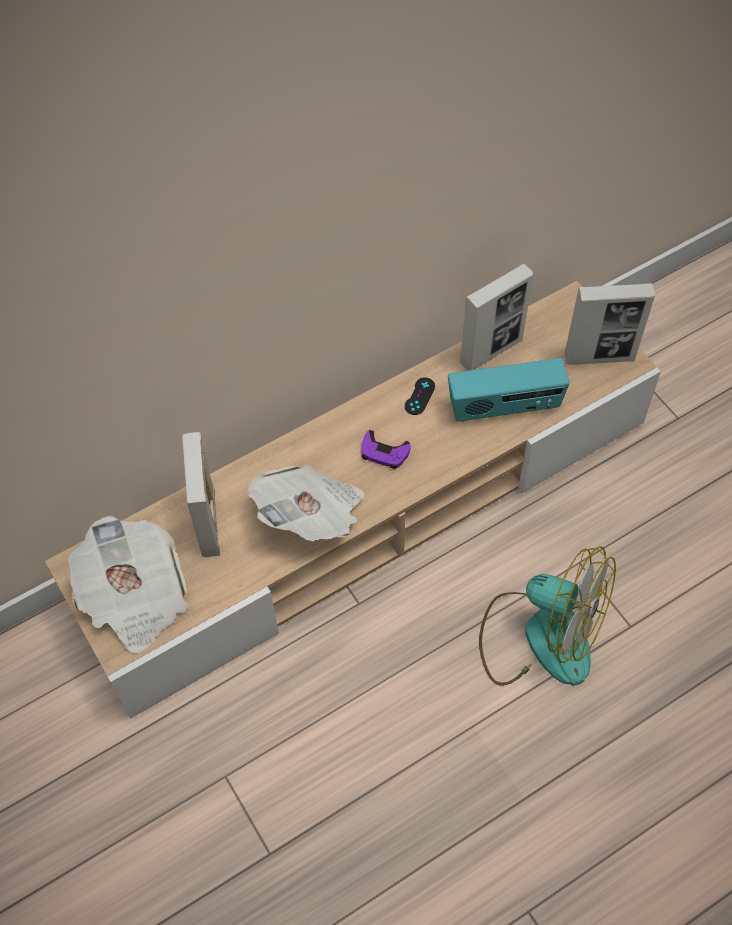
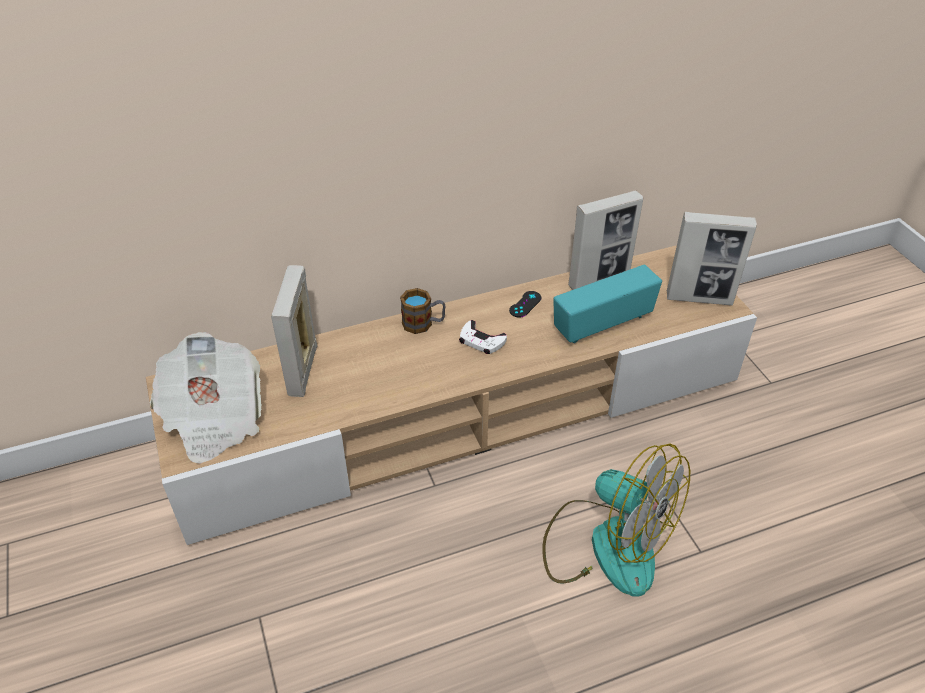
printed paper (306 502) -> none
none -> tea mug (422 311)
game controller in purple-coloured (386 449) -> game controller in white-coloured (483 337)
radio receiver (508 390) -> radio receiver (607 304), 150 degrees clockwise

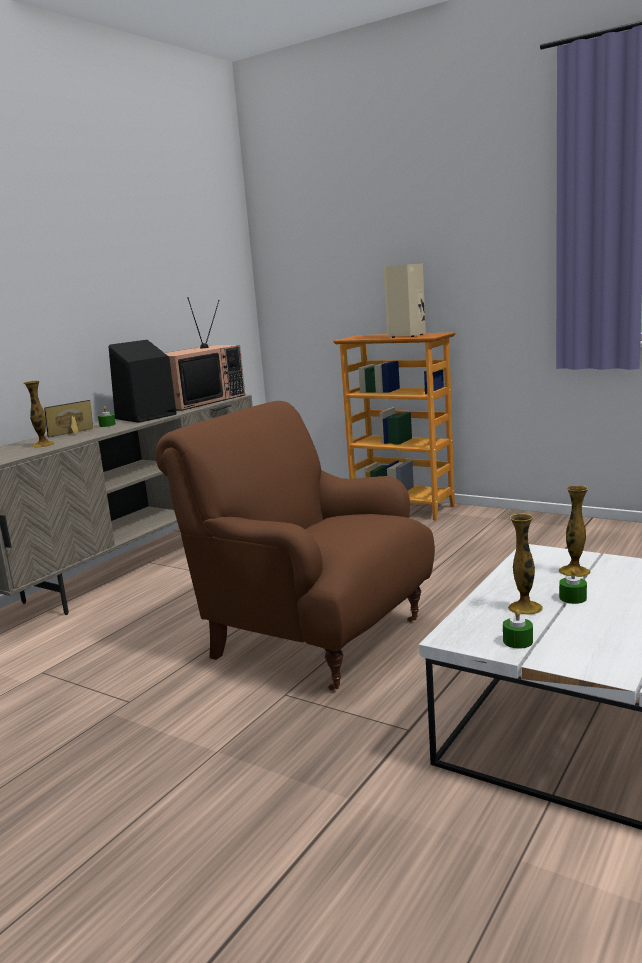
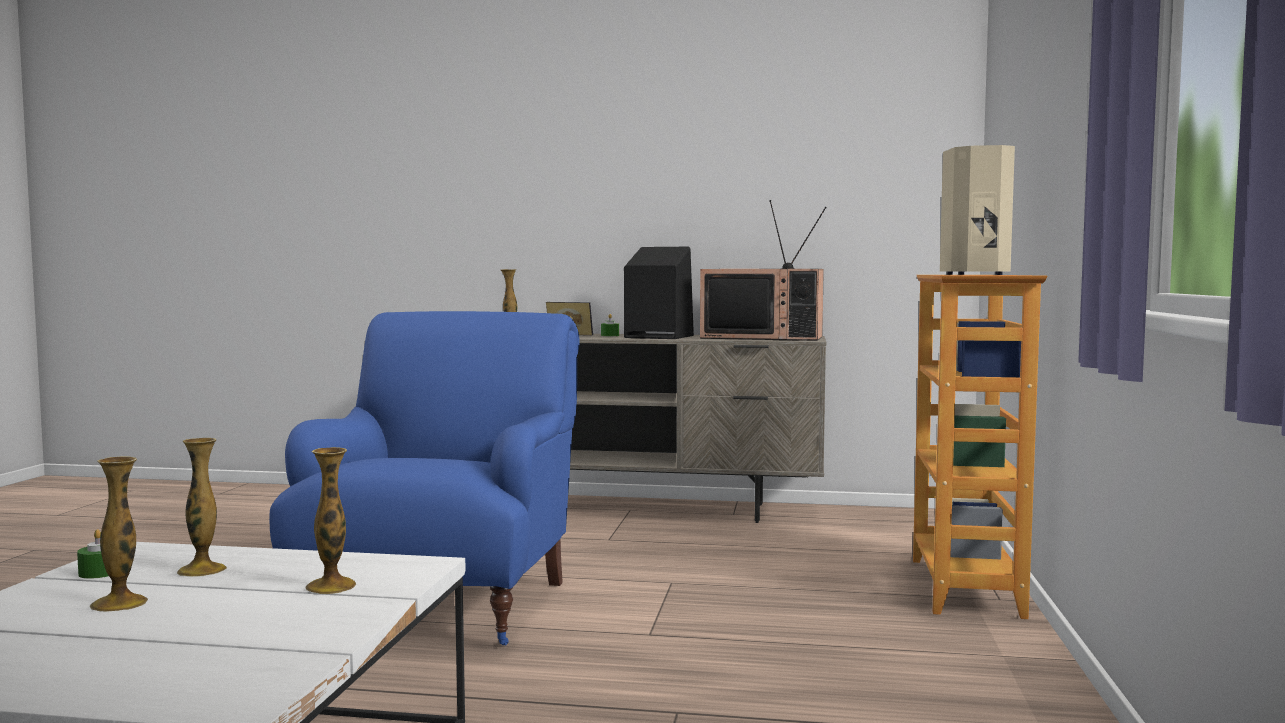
wax light in greenish (573 586) -> none
none -> decorative vase (119 534)
lounge chair in brownish (295 546) -> lounge chair in bluish (424 478)

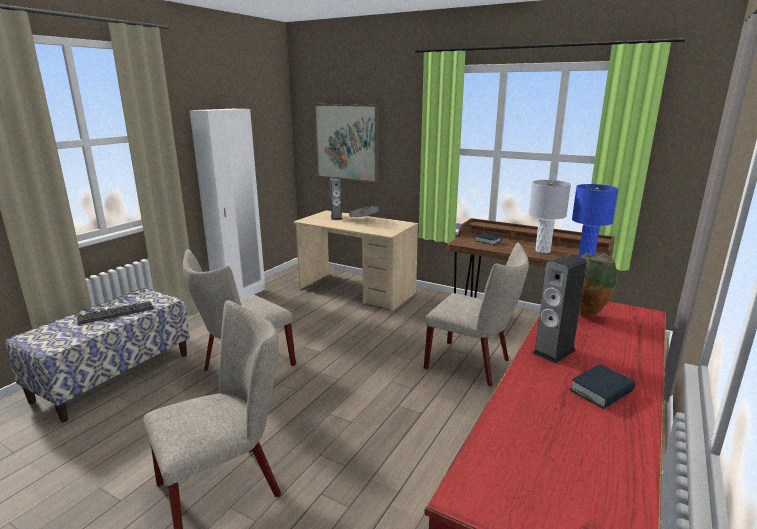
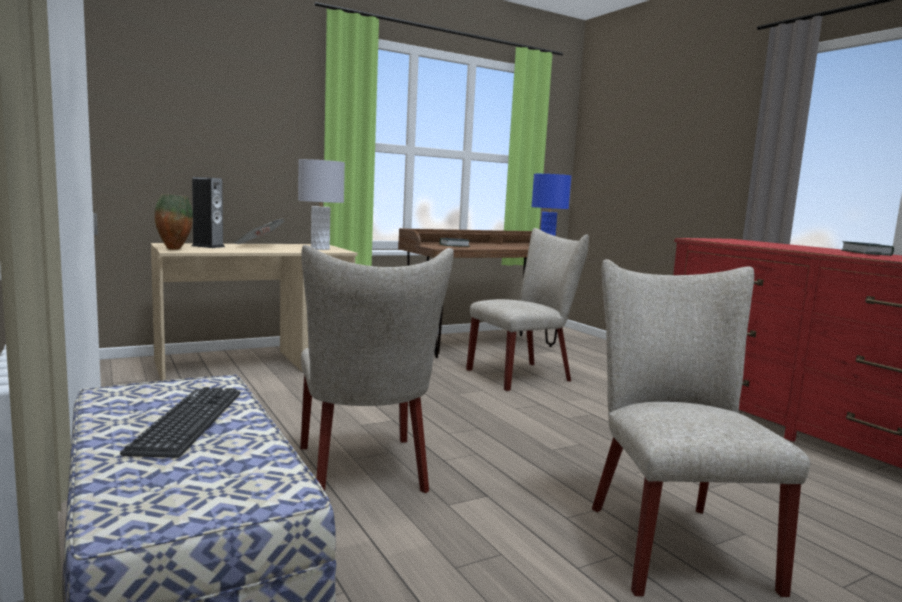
picture (346 143) -> none
loudspeaker (559 309) -> none
lamp for a table in gray (550 216) -> lamp for a table in gray (321 204), move
decorative vase (598 285) -> decorative vase (173 222), move

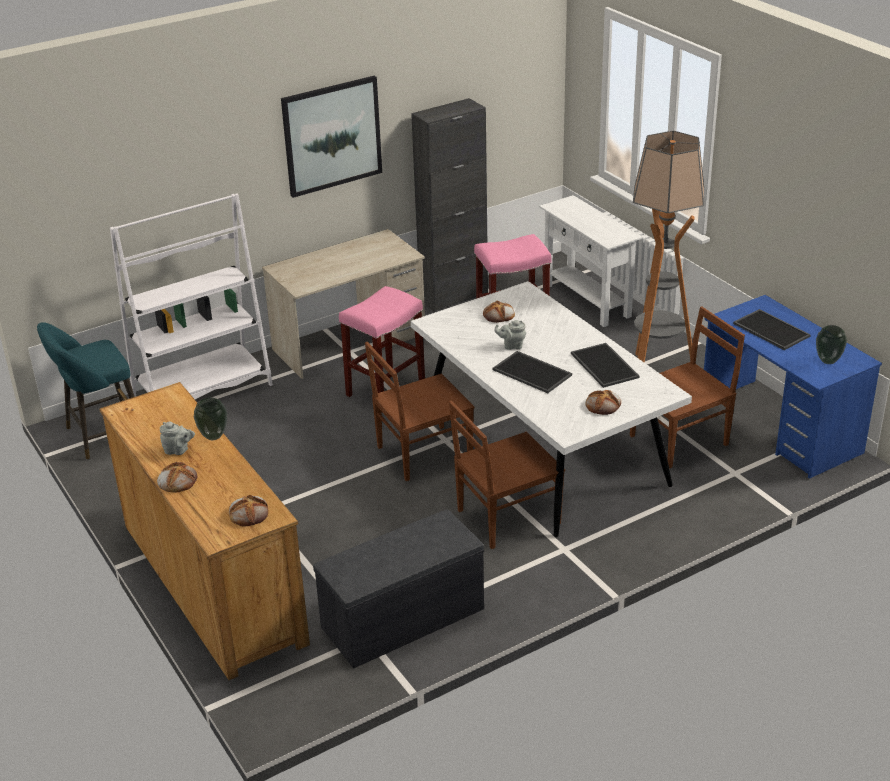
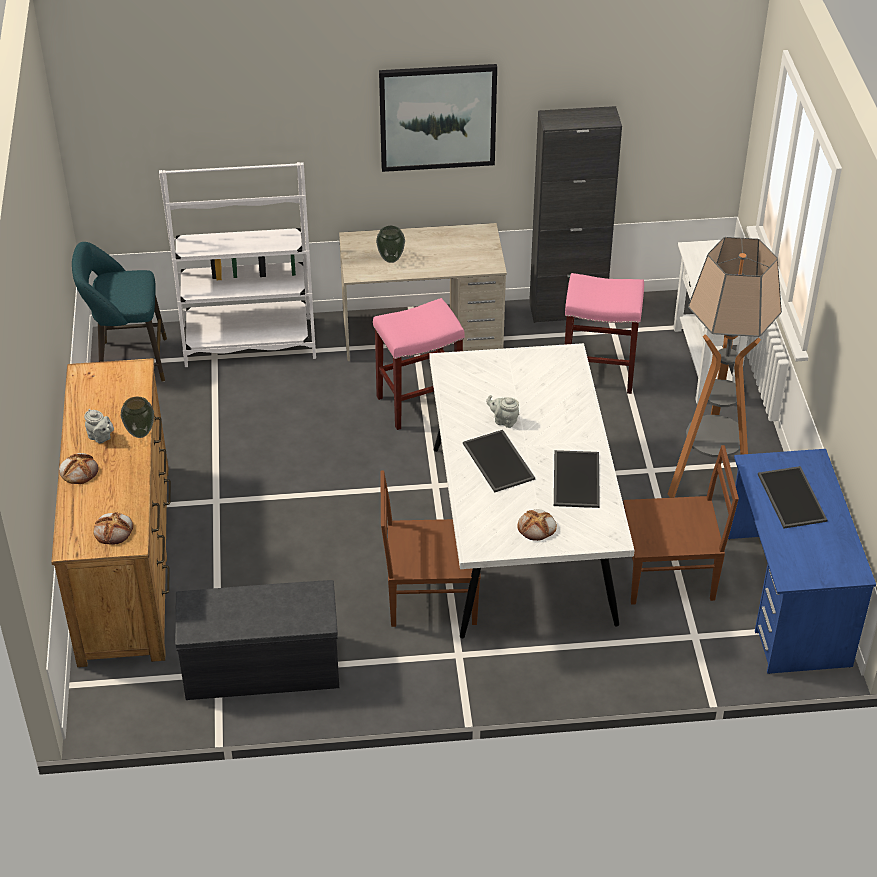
upright chair in brownish (419 411) -> none
bakery bread (499 312) -> none
decorative vase (831 344) -> decorative vase (390 244), move

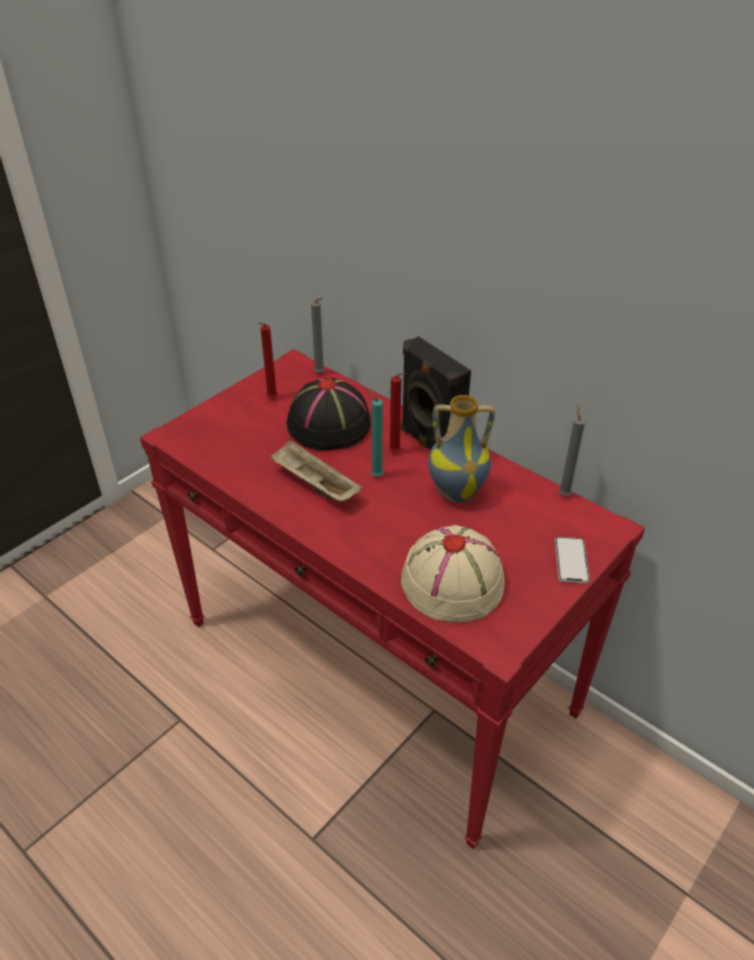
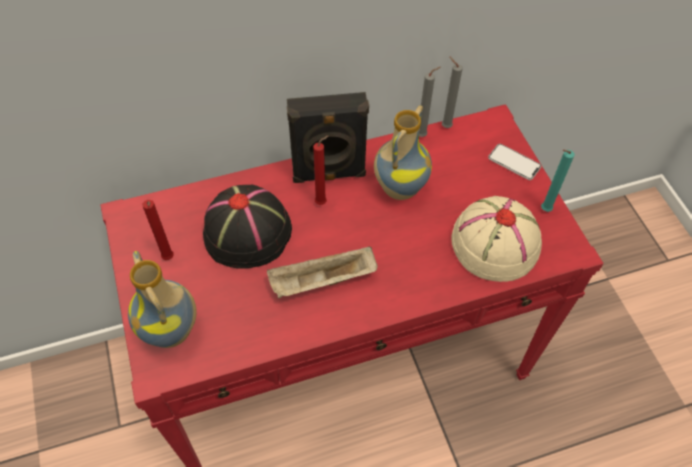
none -> decorative vase (162 299)
wax light in gray (318 335) -> wax light in gray (429 102), move
wax light in blue-green (376 432) -> wax light in blue-green (558 181), move

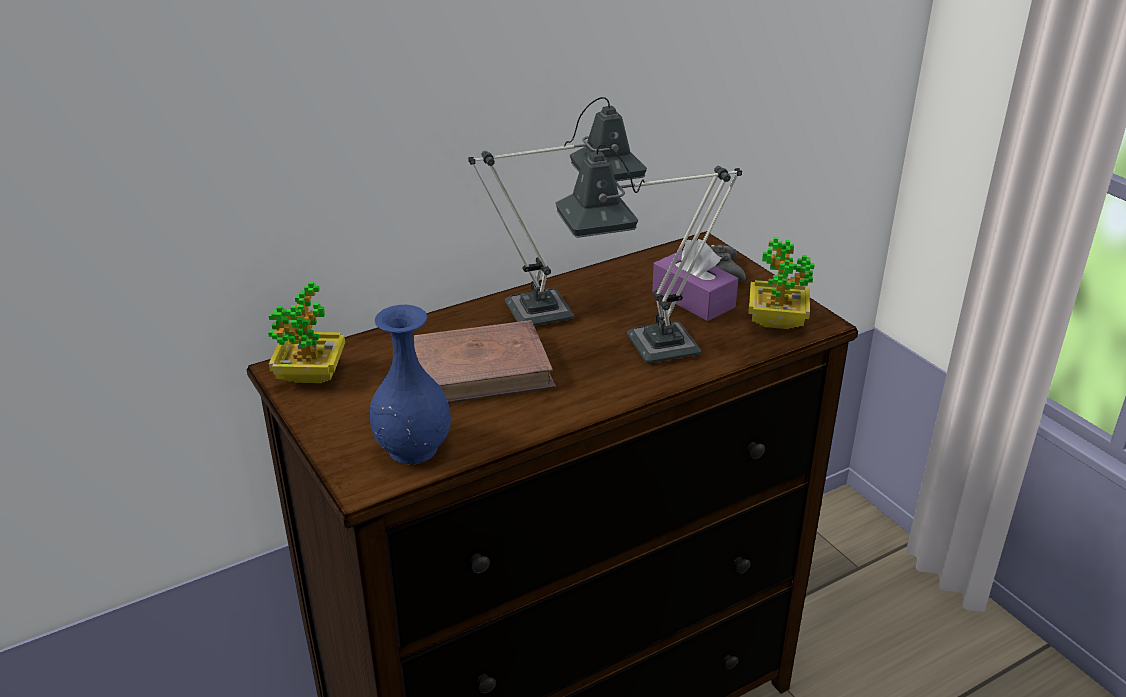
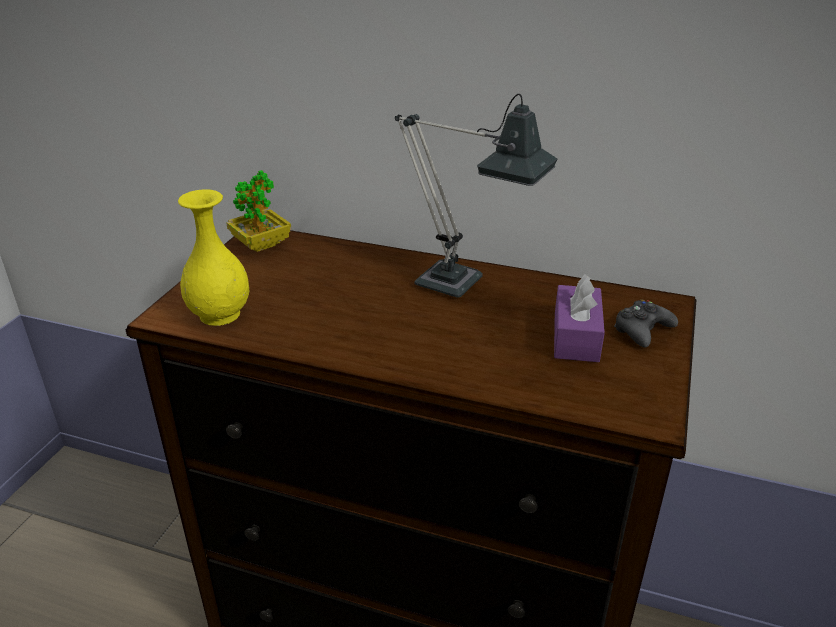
book in brownish (485 361) -> none
lamp for a table (648 253) -> none
houseplant (781 283) -> none
decorative vase in bluish (410 384) -> decorative vase in yellow-coloured (213 257)

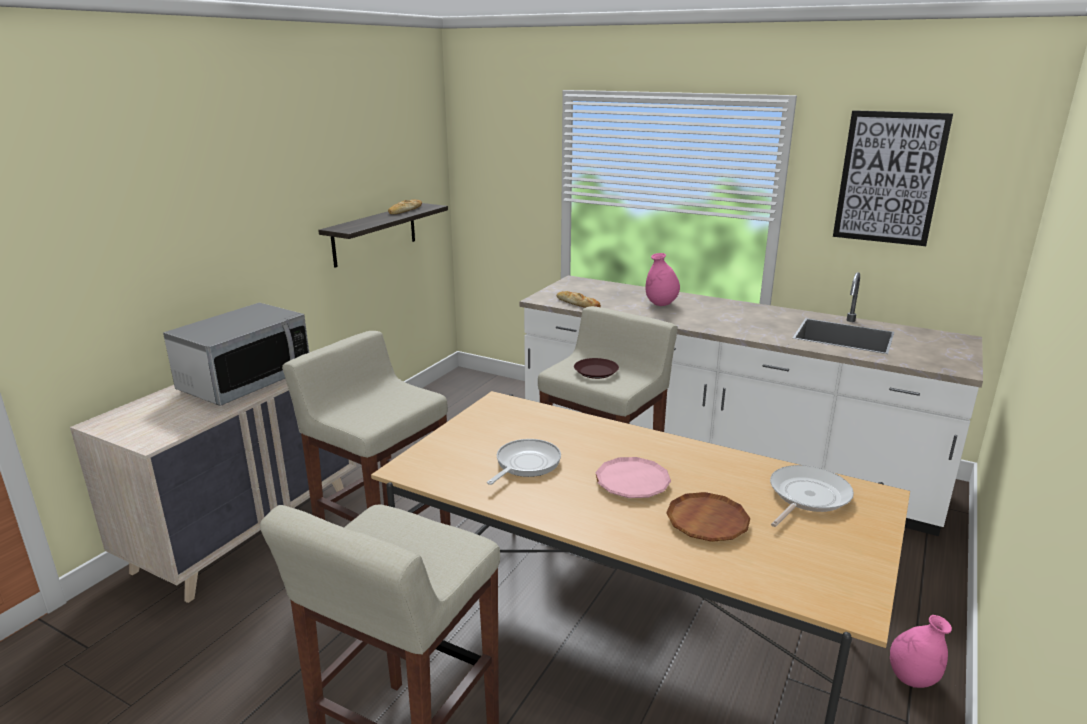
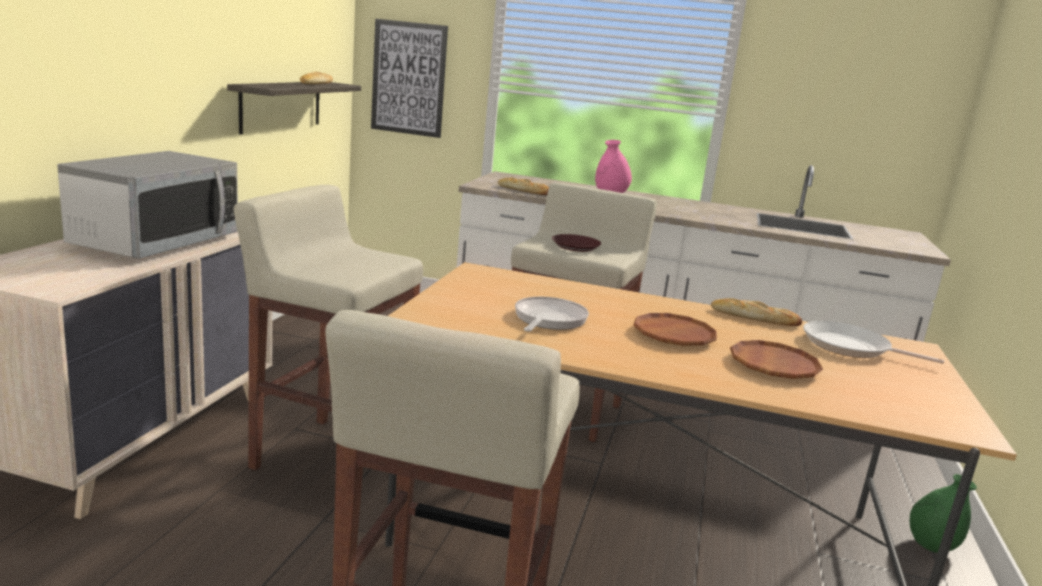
none -> bakery bread (756 312)
picture (893 178) -> picture (409 78), move
dinner plate in pinkish (633 477) -> dinner plate in brownish (675 329)
decorative vase in pinkish (921 651) -> decorative vase in greenish (943 513)
frying pan (812 496) -> frying pan (873 342), 90 degrees counterclockwise

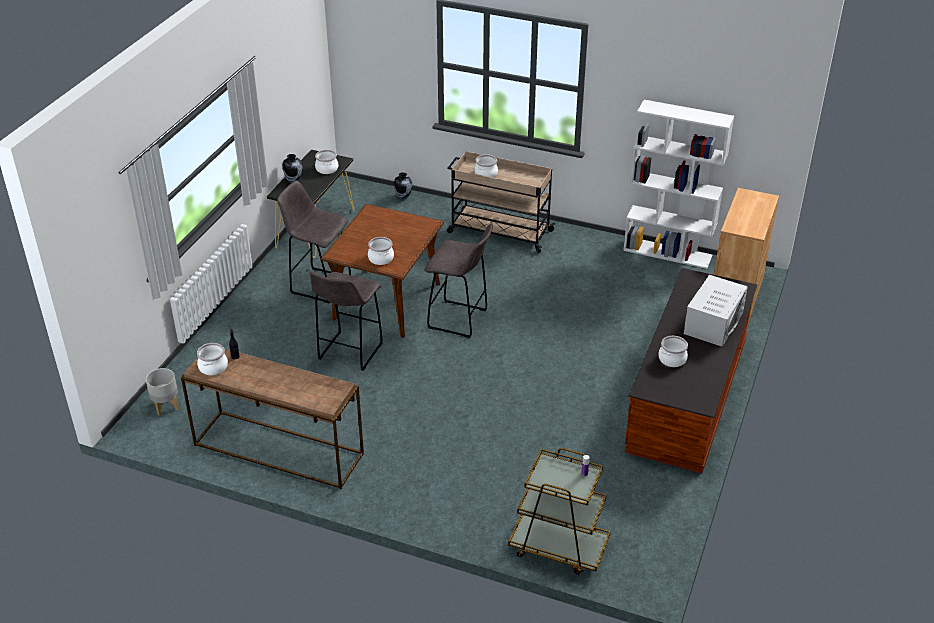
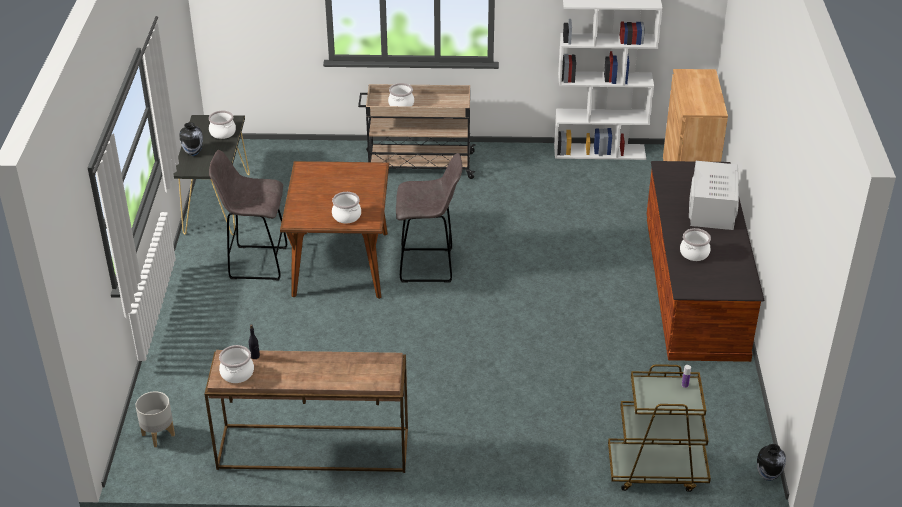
stool seat in gray (346 321) -> none
decorative vase (403 186) -> decorative vase (771 462), move

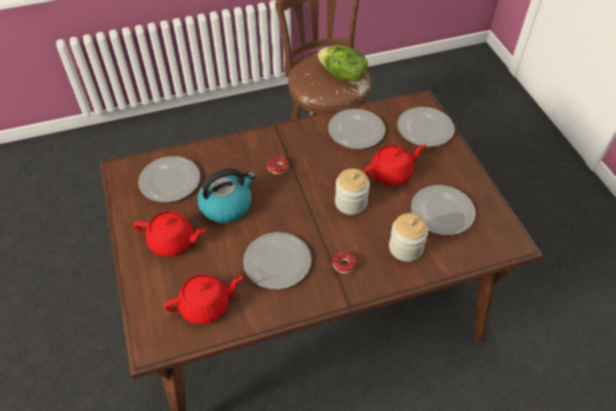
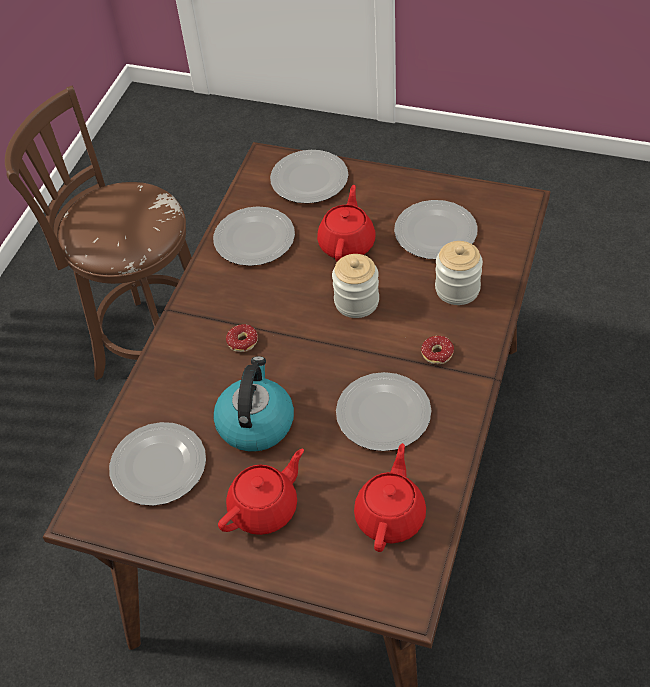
head of lettuce (343 63) -> none

